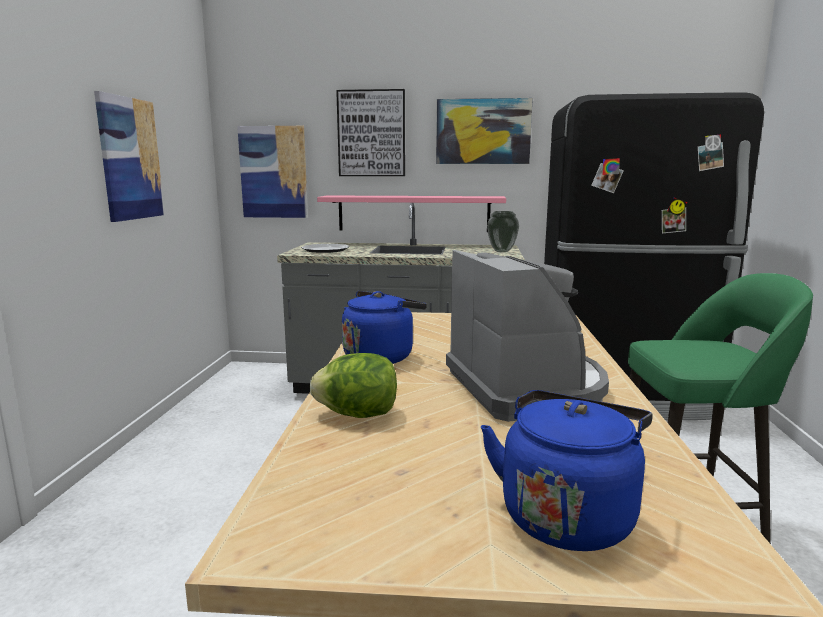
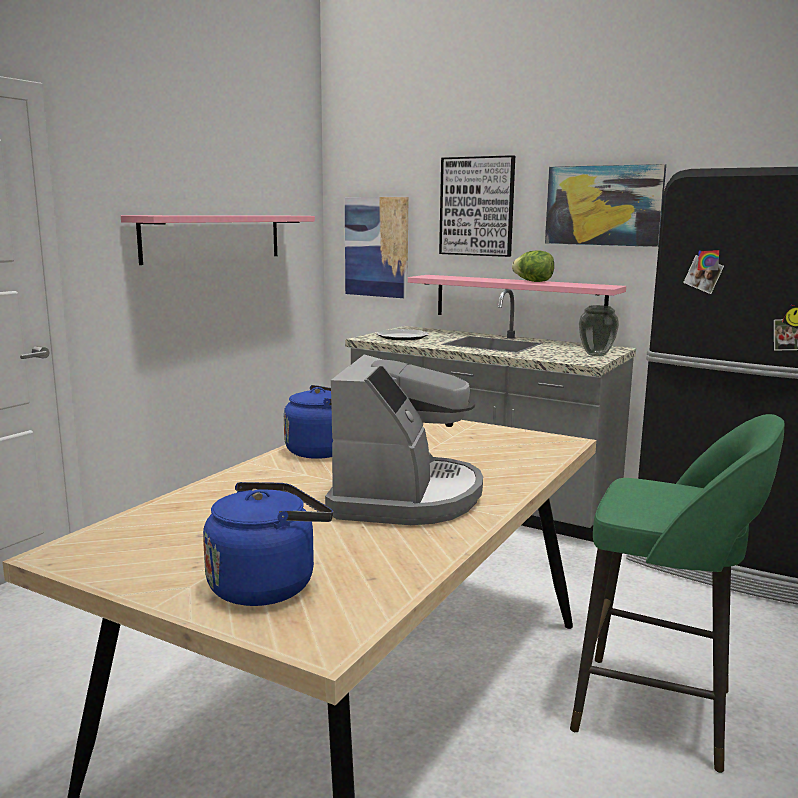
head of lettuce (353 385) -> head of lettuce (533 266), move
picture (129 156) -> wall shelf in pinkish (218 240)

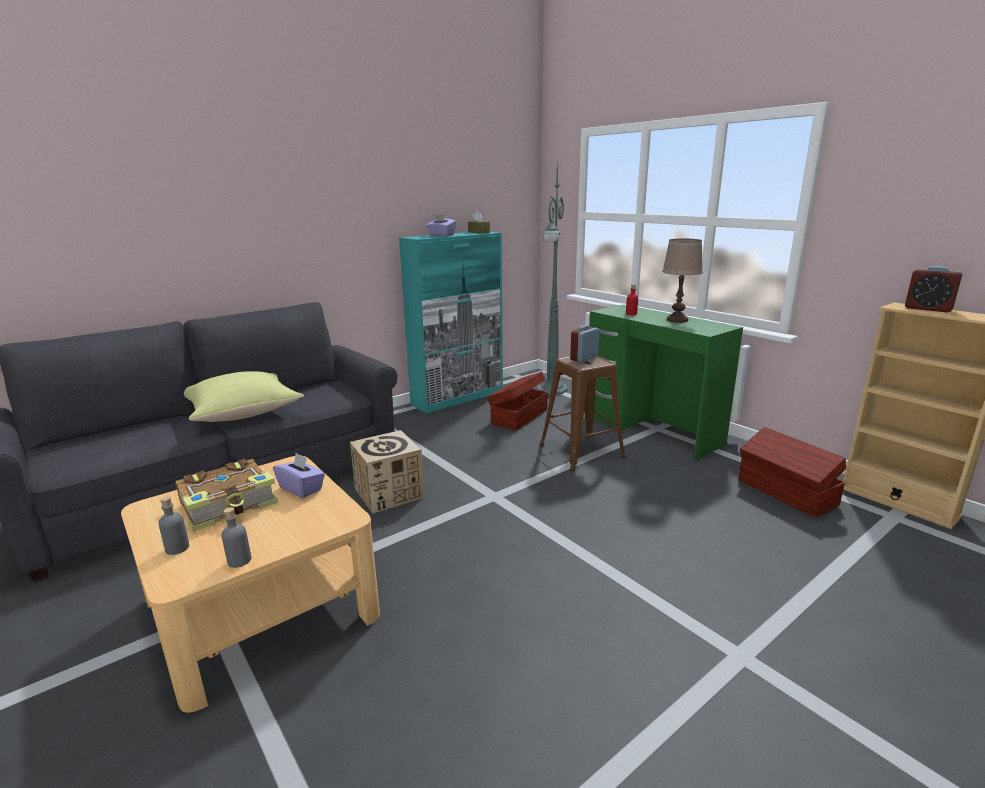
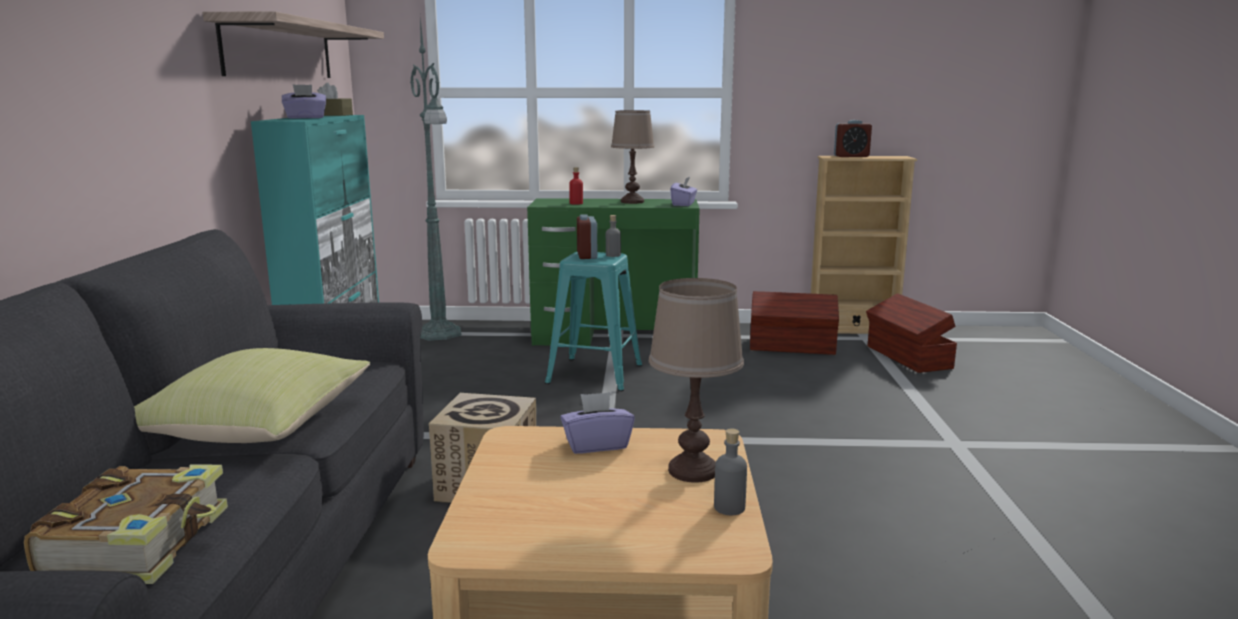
none -> wall shelf (293 44)
none -> lamp for a table in brownish (696 380)
none -> tissue holder in purple-coloured (683 191)
beverage bottle in gray (173 525) -> beverage bottle in gray (613 236), move
book (226 495) -> book (126 524), move
storage box in brownish (517 401) -> storage box in brownish (911 333), move
stool seat in brownish (582 413) -> stool seat in blue-green (593 321)

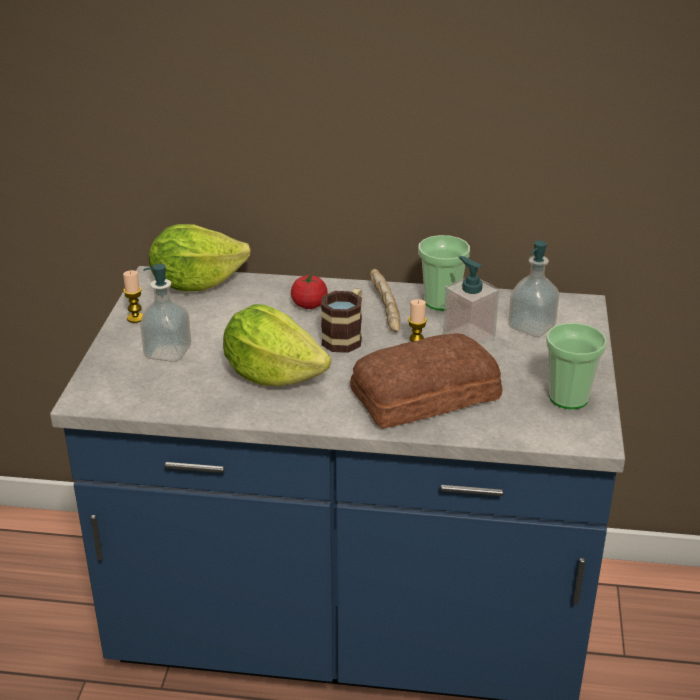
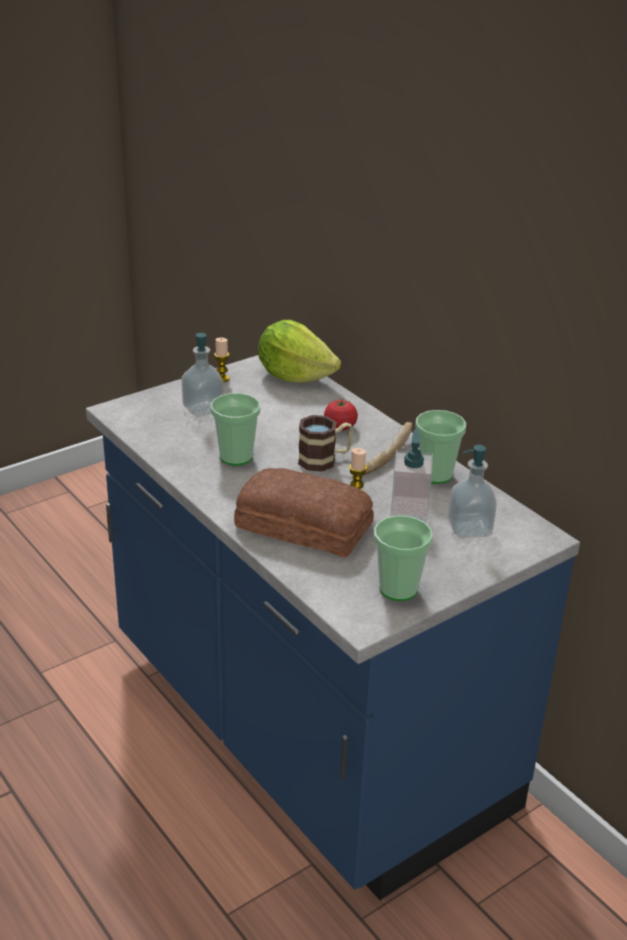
head of lettuce (277 345) -> small cup (235 429)

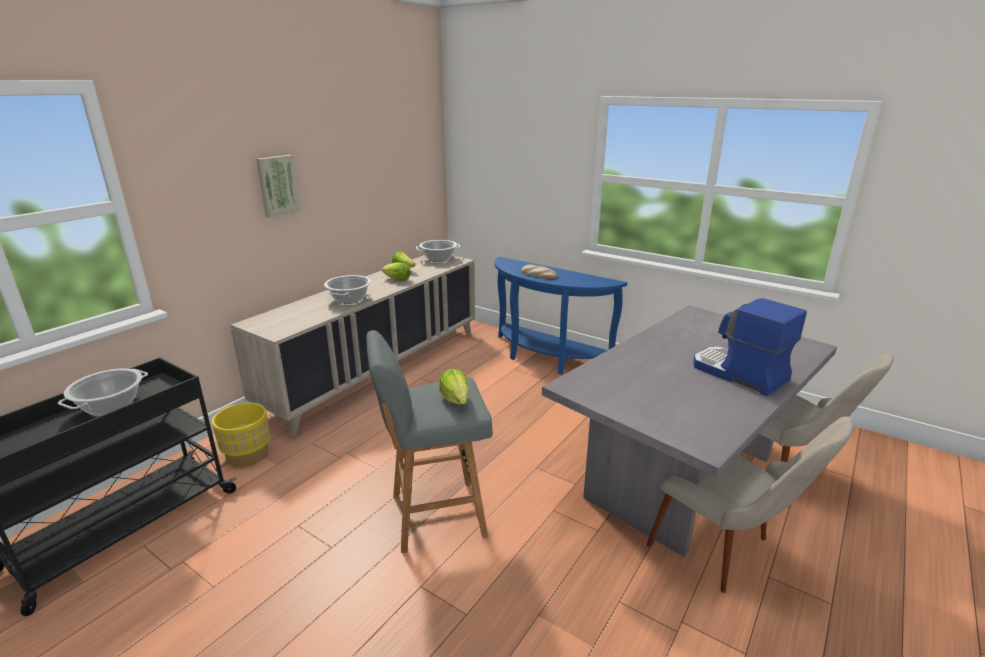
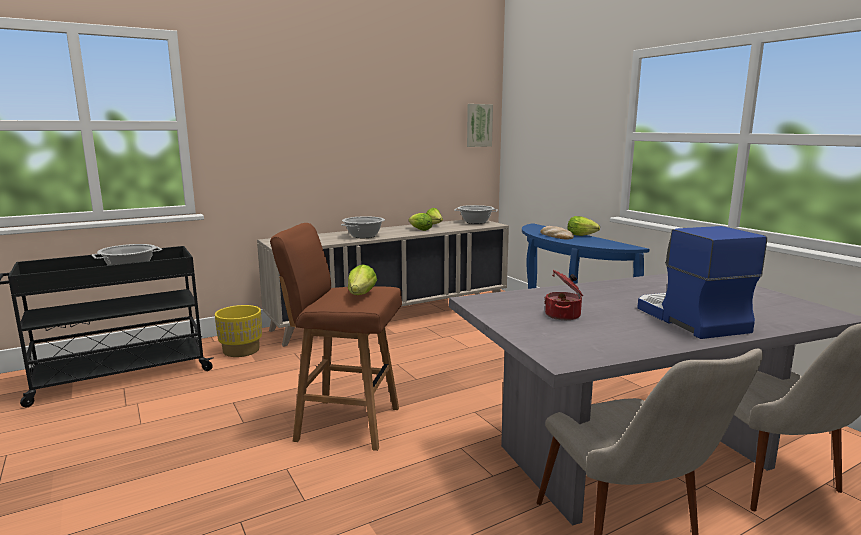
none -> stockpot (563 295)
none -> head of lettuce (583 226)
picture (278 186) -> picture (480 125), move
stool seat in gray (429 441) -> stool seat in brownish (336 337)

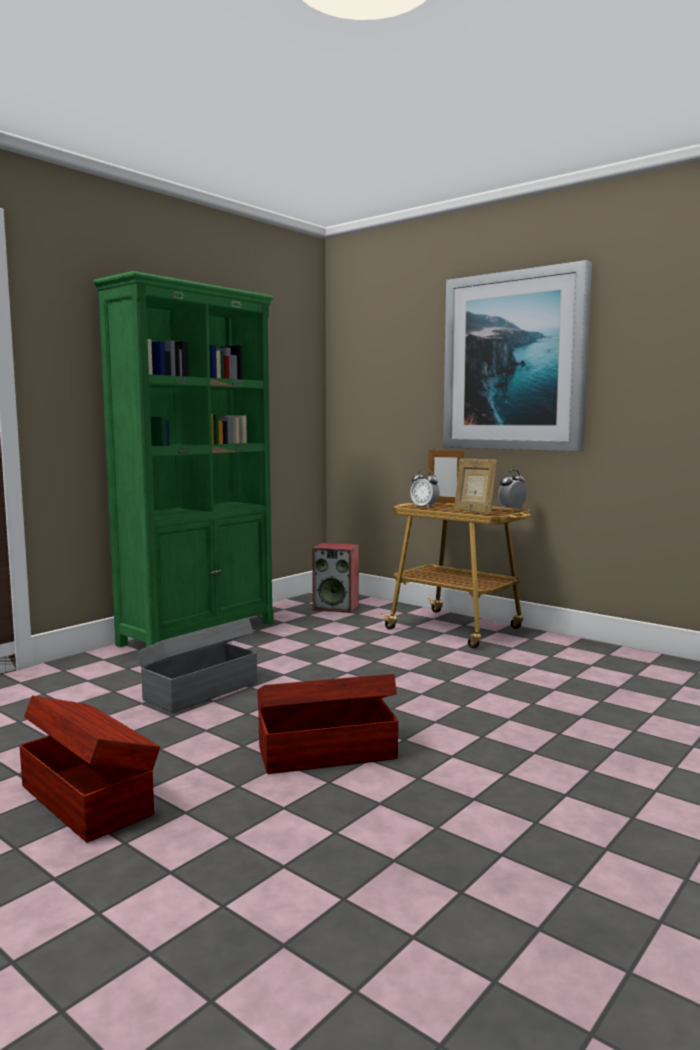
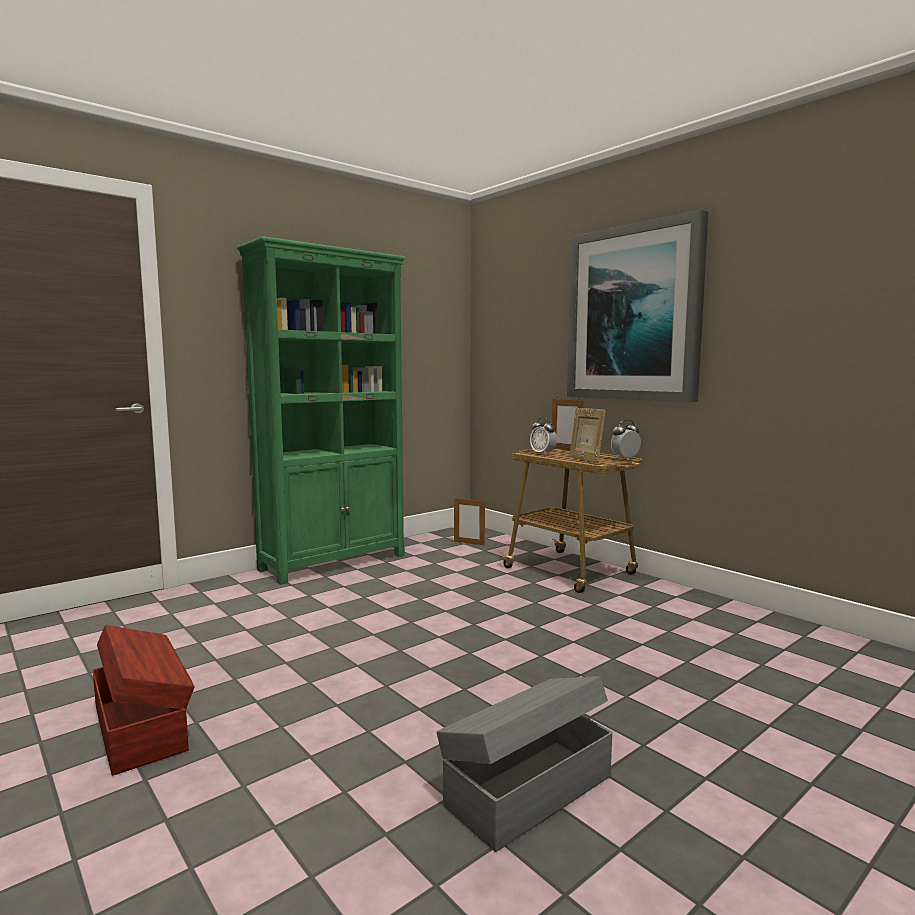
storage box in brownish (328 724) -> none
storage box in gray (197 665) -> storage box in gray (525 764), move
loudspeaker (335 578) -> photo frame (469 522)

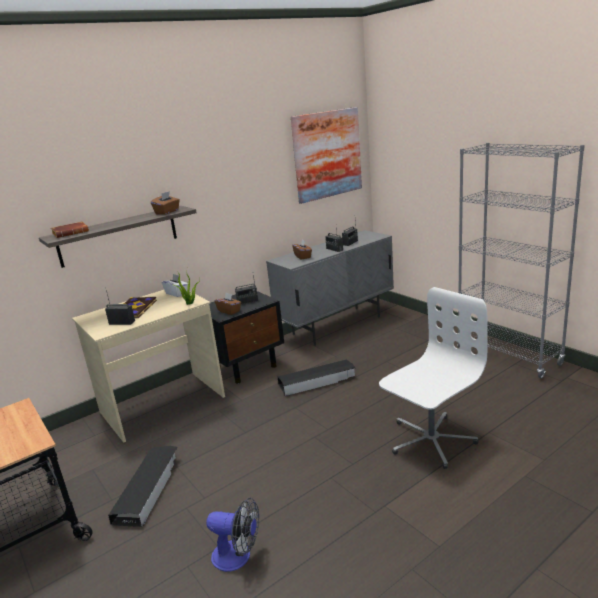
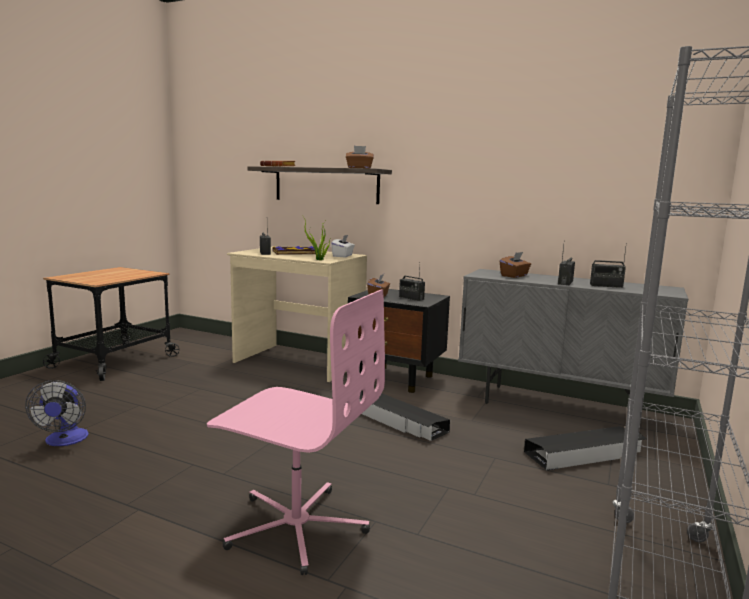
picture (326 155) -> none
storage box in black-coloured (142 486) -> storage box in black-coloured (585 448), move
desk chair in white-coloured (433 378) -> desk chair in pinkish (296 432)

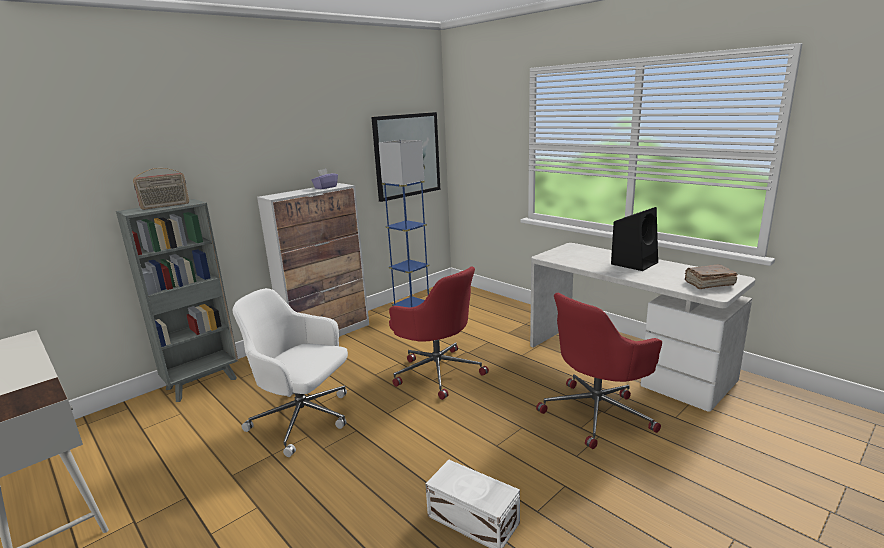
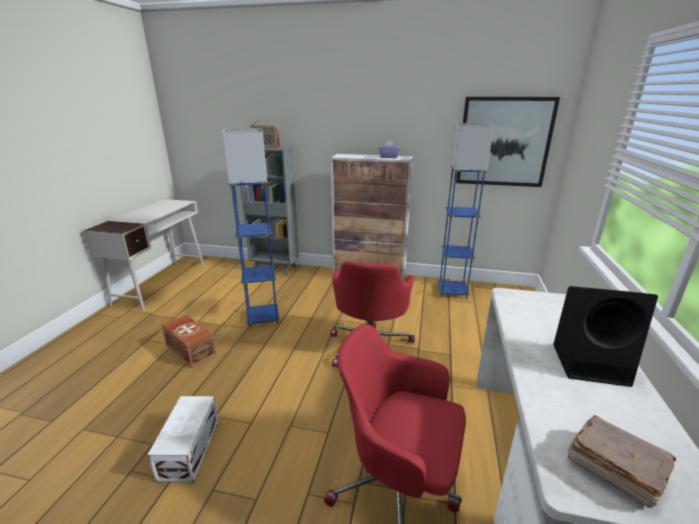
none -> storage box in brownish (189 341)
desk chair in white-coloured (290 372) -> floor lamp in bluish (251 228)

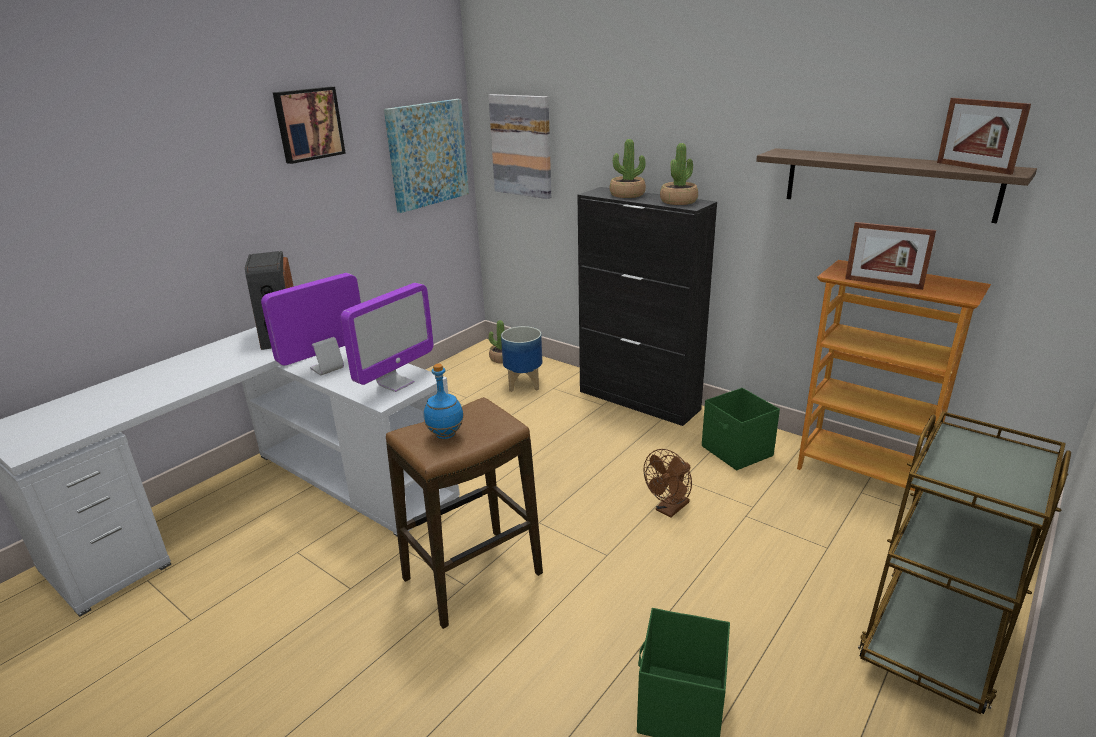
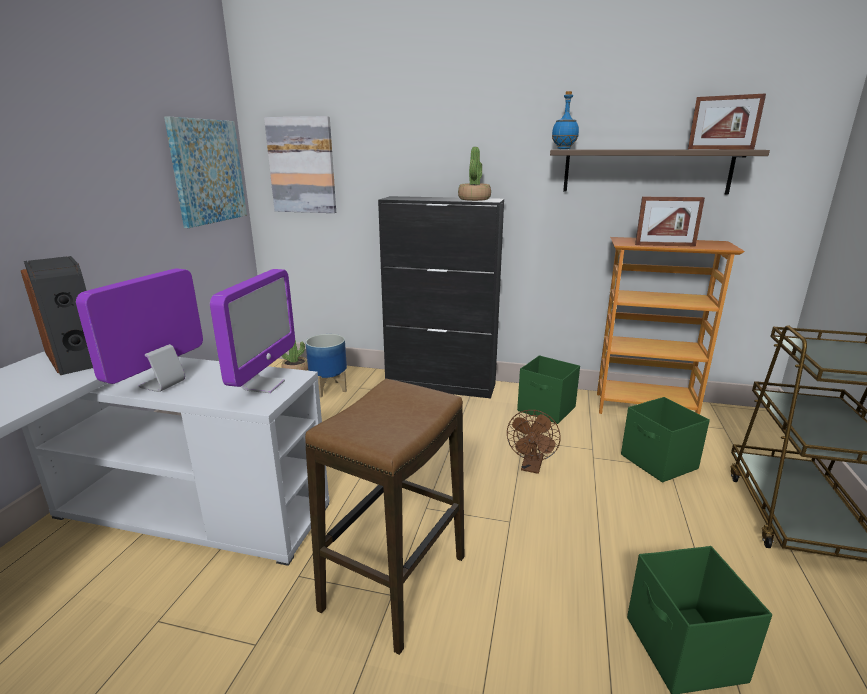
picture (309 125) -> none
houseplant (628 168) -> none
none -> storage box in greenish (665 440)
beverage bottle in bluish (444 401) -> beverage bottle in bluish (565 120), move

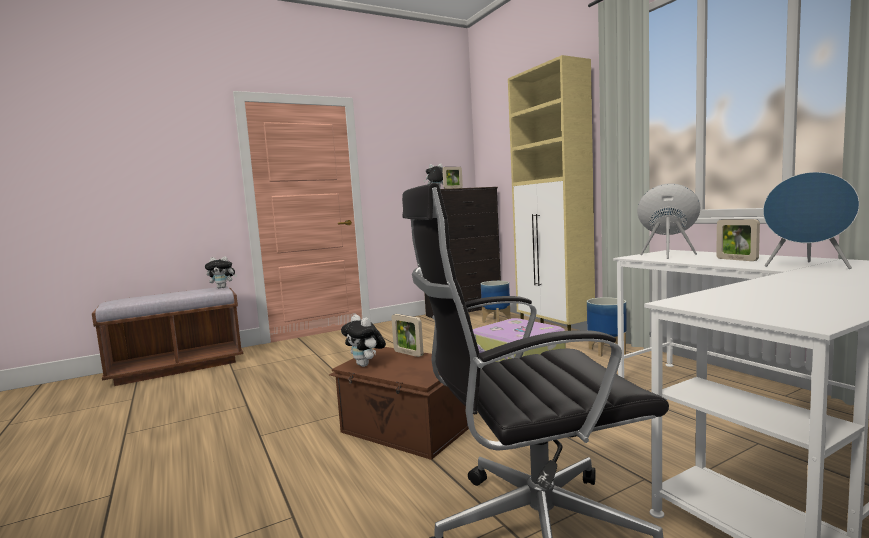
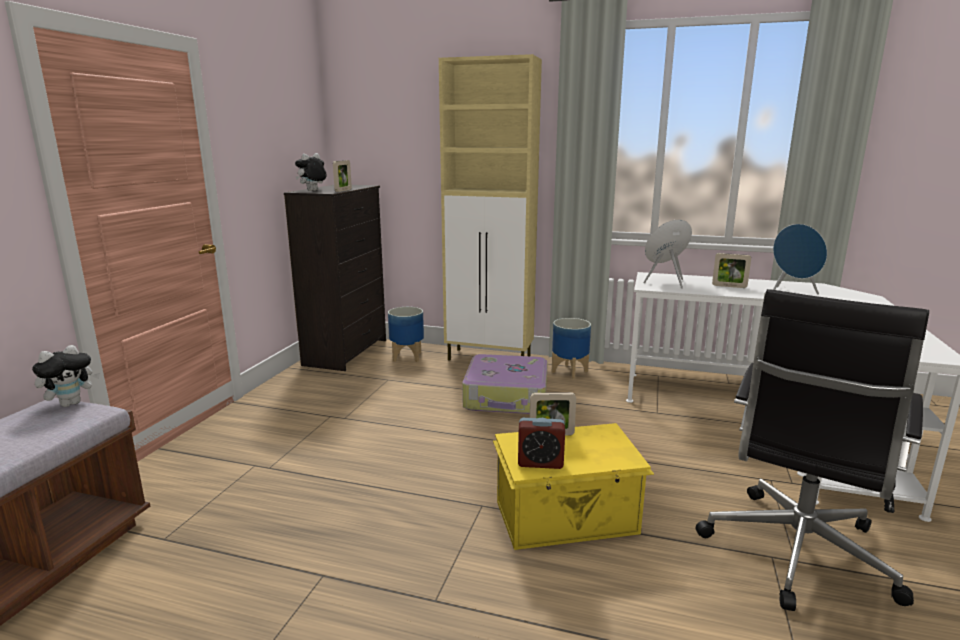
cuddly toy (363 340) -> alarm clock (541 443)
storage box in brownish (399 403) -> storage box in yellow-coloured (573 486)

